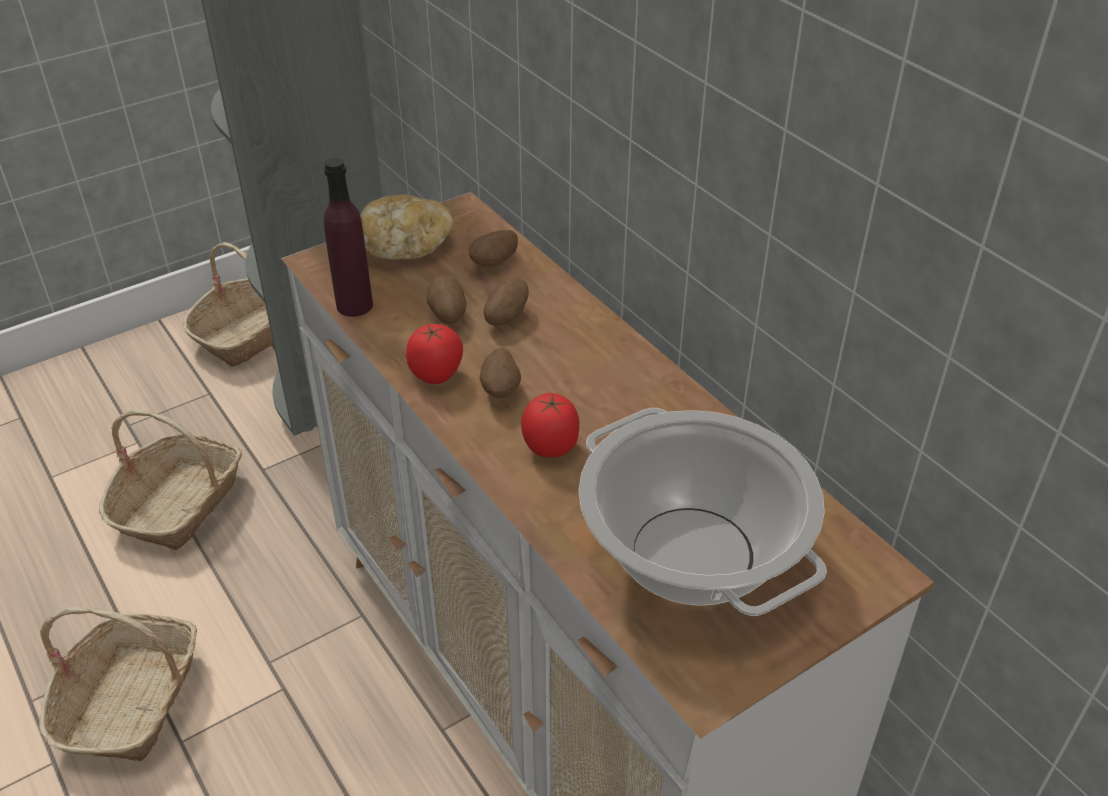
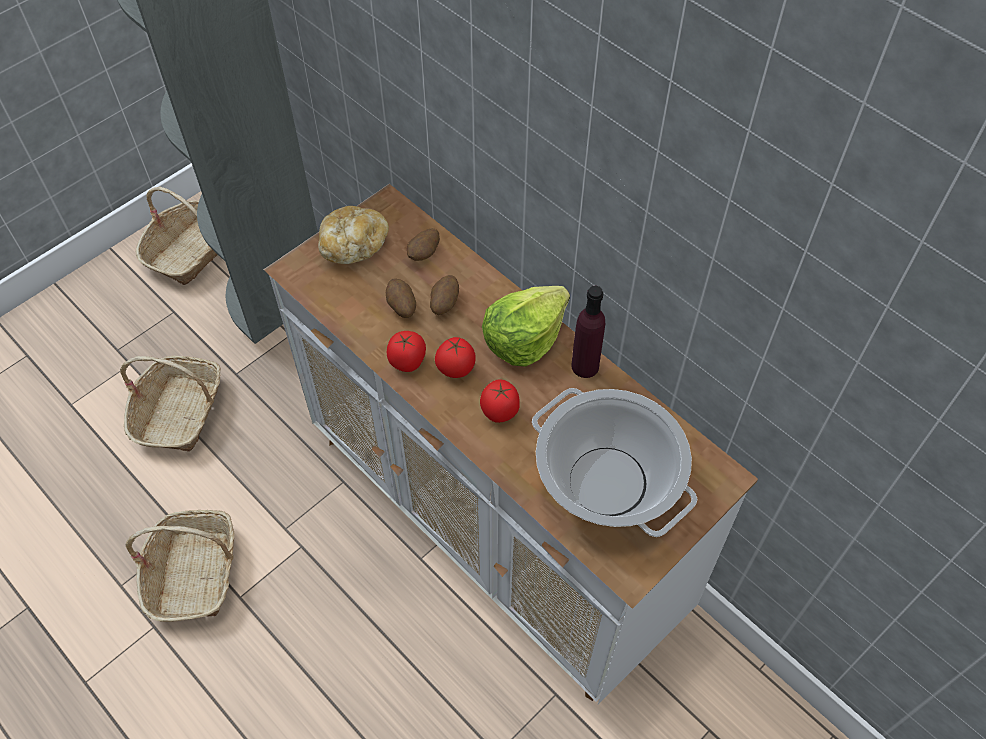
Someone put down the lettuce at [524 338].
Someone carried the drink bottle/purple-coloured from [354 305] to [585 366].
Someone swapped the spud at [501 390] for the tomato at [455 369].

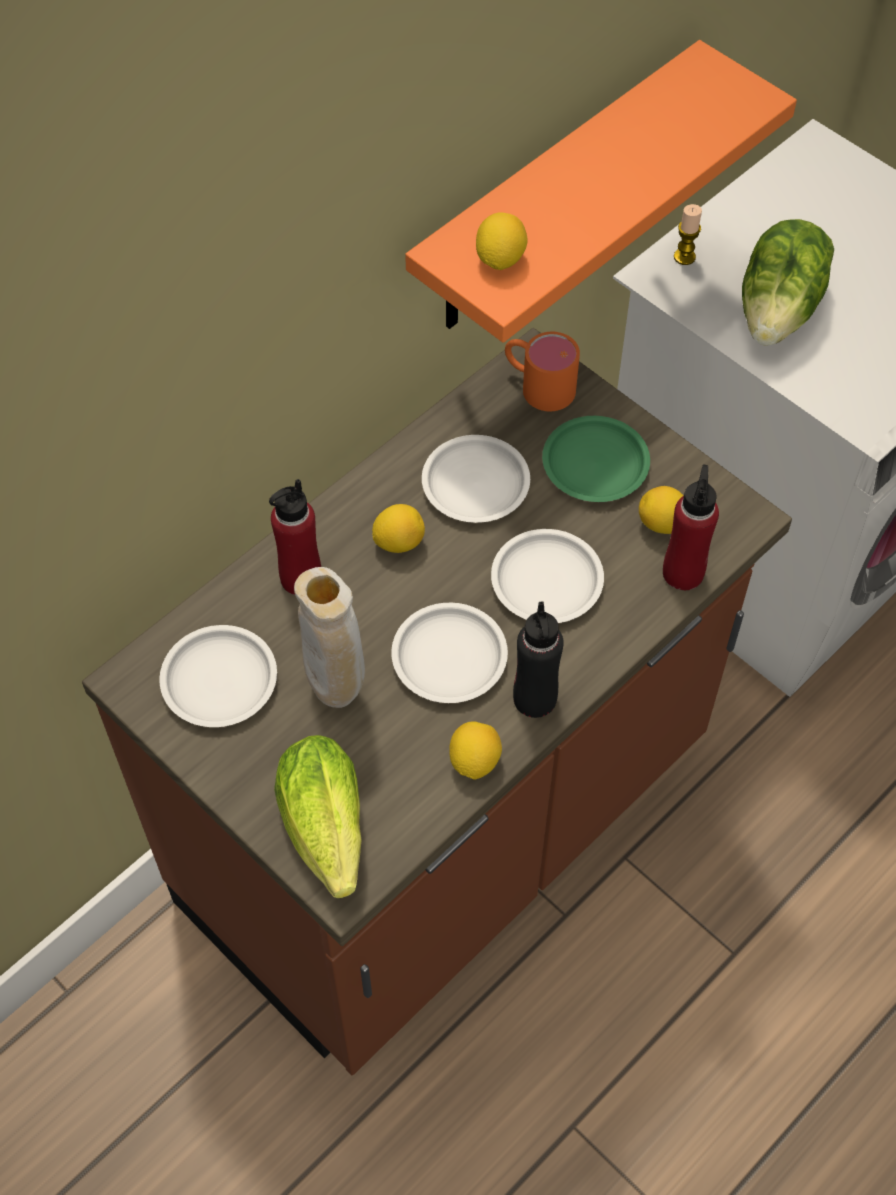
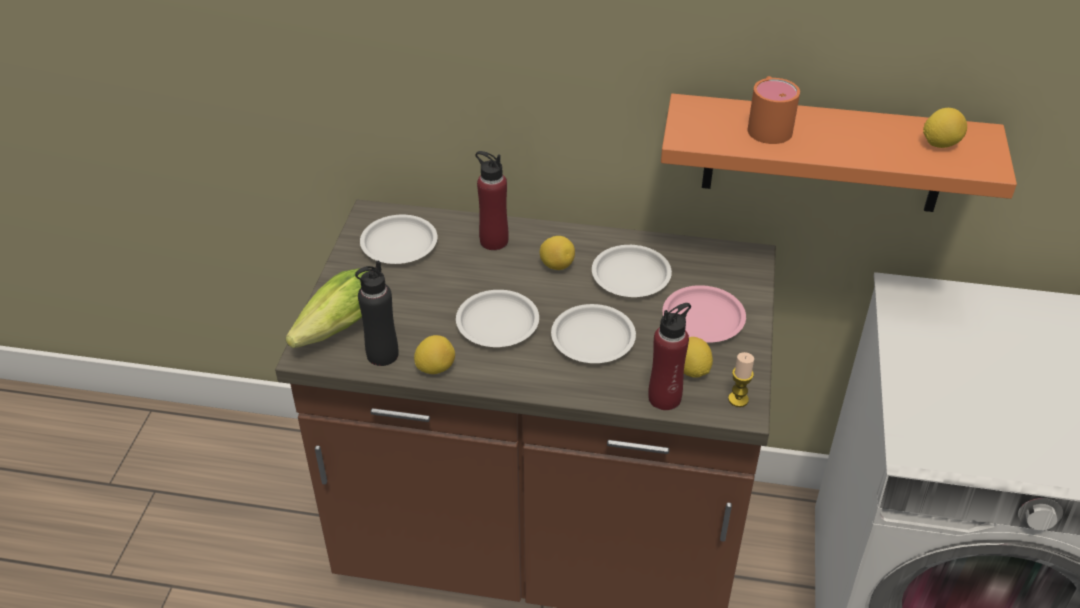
Someone took away the decorative vase/beige at [337 690].
Someone took away the lettuce at [780 309].
Someone carried the lemon from [500 259] to [940 144].
Someone carried the coffee mug/orange from [538 384] to [767 125].
Someone carried the drink bottle/black-coloured from [534 699] to [382 354].
Someone carried the wax candle from [684 257] to [738 399].
Someone repainted the dinner plate/green at [595 463], which became the dinner plate/pinkish at [704 318].

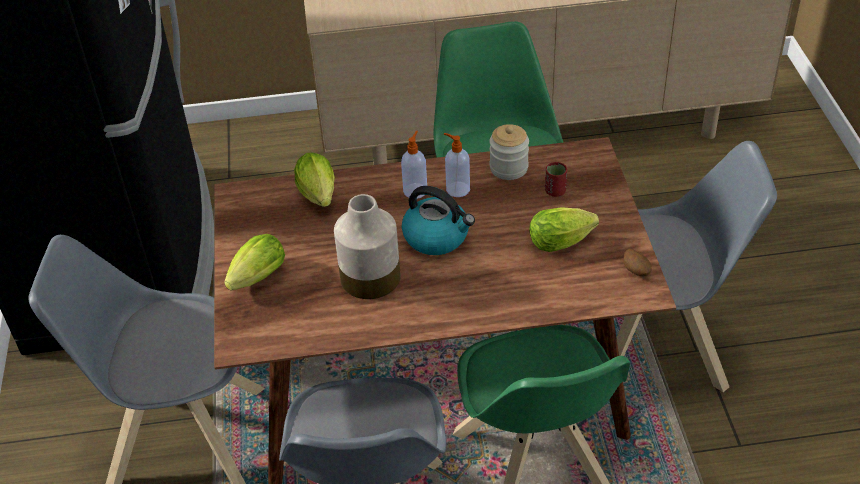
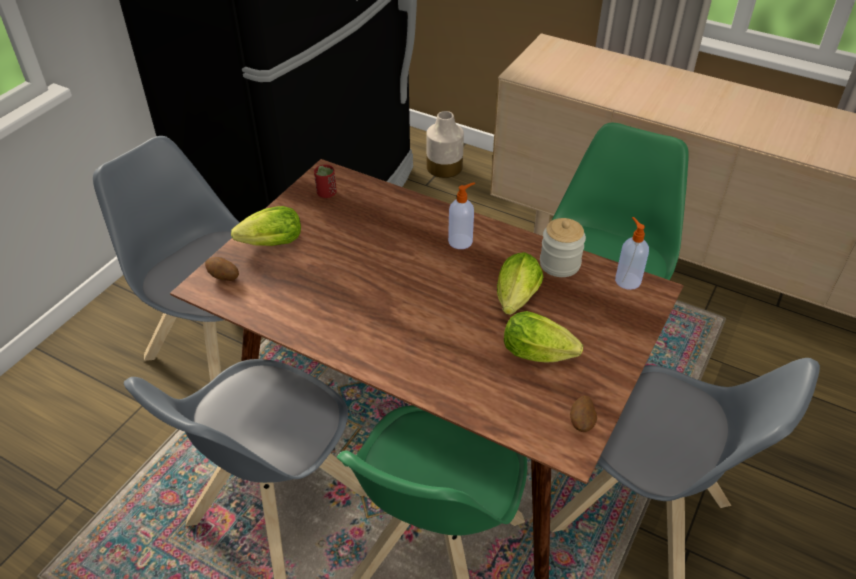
Someone took away the water kettle at [437 237].
Someone put down the spud at [223 277].
Someone carried the lettuce from [319 197] to [515 302].
Someone carried the decorative vase/beige from [370 277] to [444 167].
Someone carried the soap dispenser from [457 189] to [627 280].
Someone carried the small cup/reddish from [555 191] to [326 193].

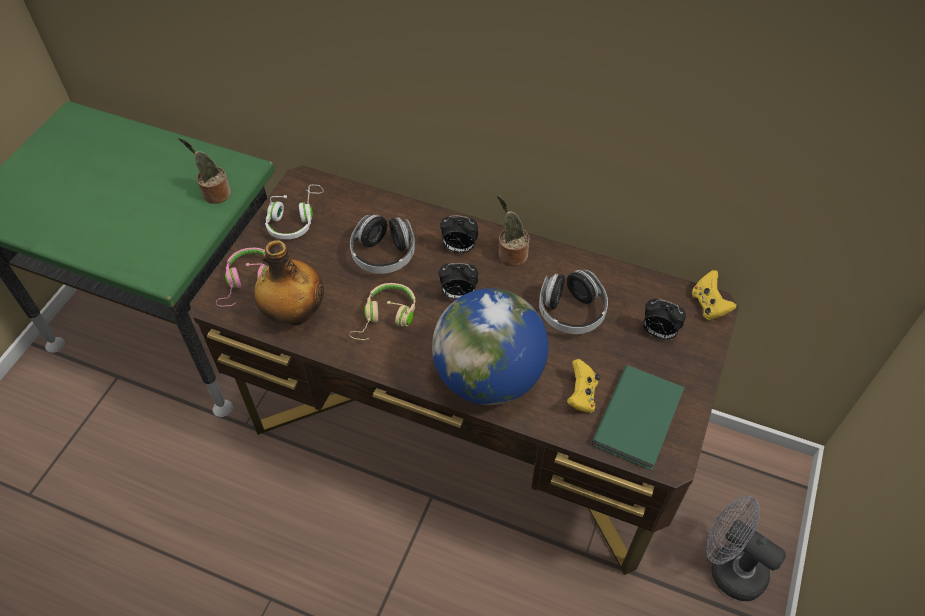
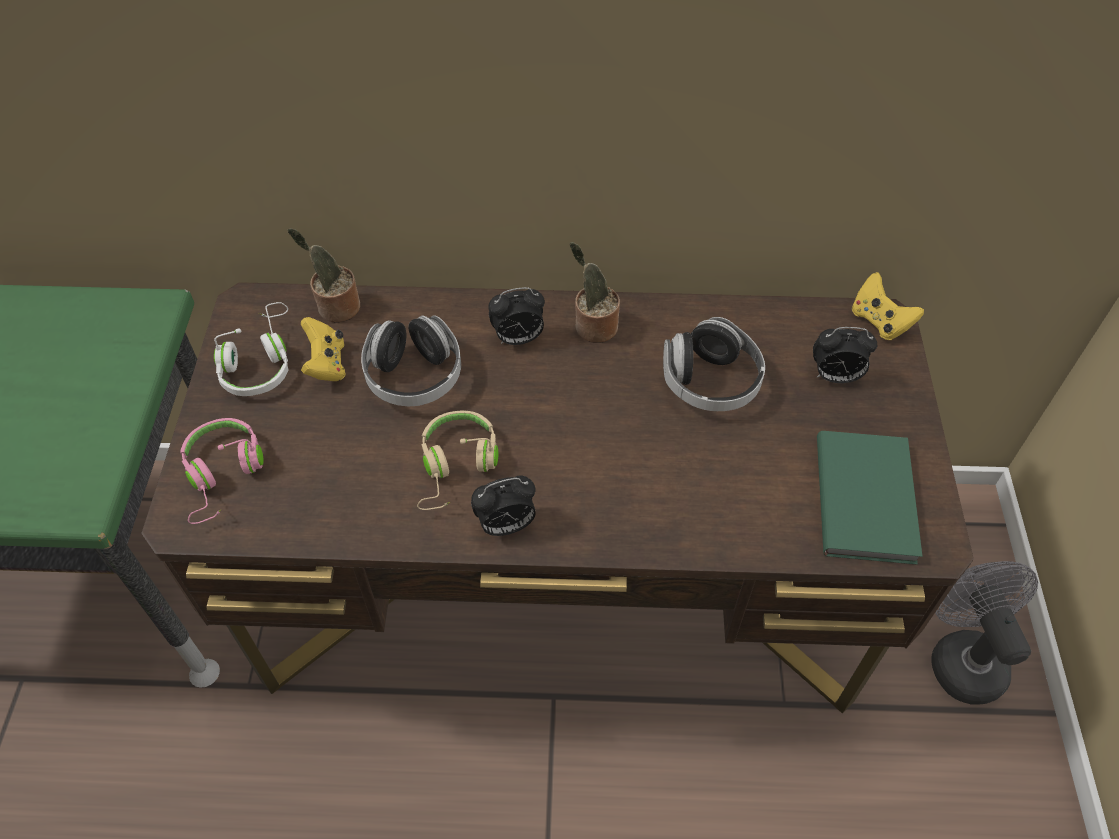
Someone took away the drink bottle at [294 313].
Someone took away the globe at [488 377].
Someone carried the houseplant from [214 193] to [336 308].
Someone carried the alarm clock from [458 295] to [506 525].
Someone carried the game controller/yellow from [581 395] to [327 364].
Someone rotated the fan/gray at [729 567] by 60 degrees clockwise.

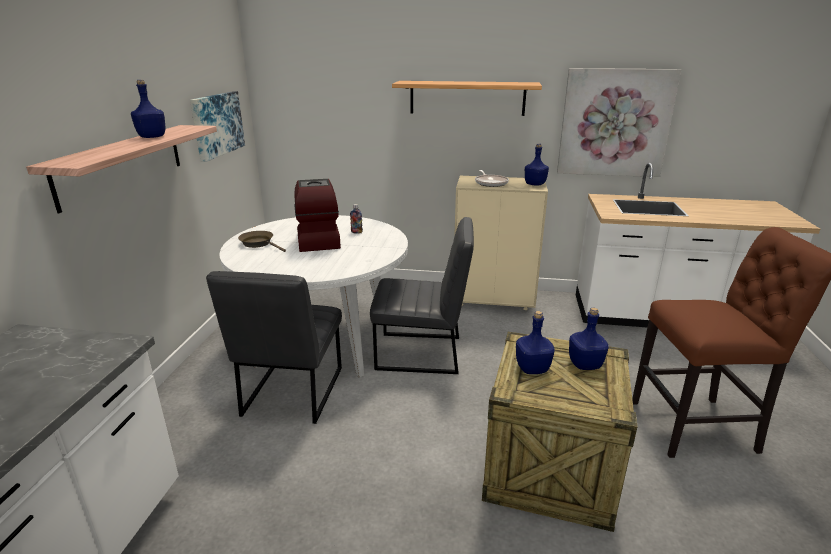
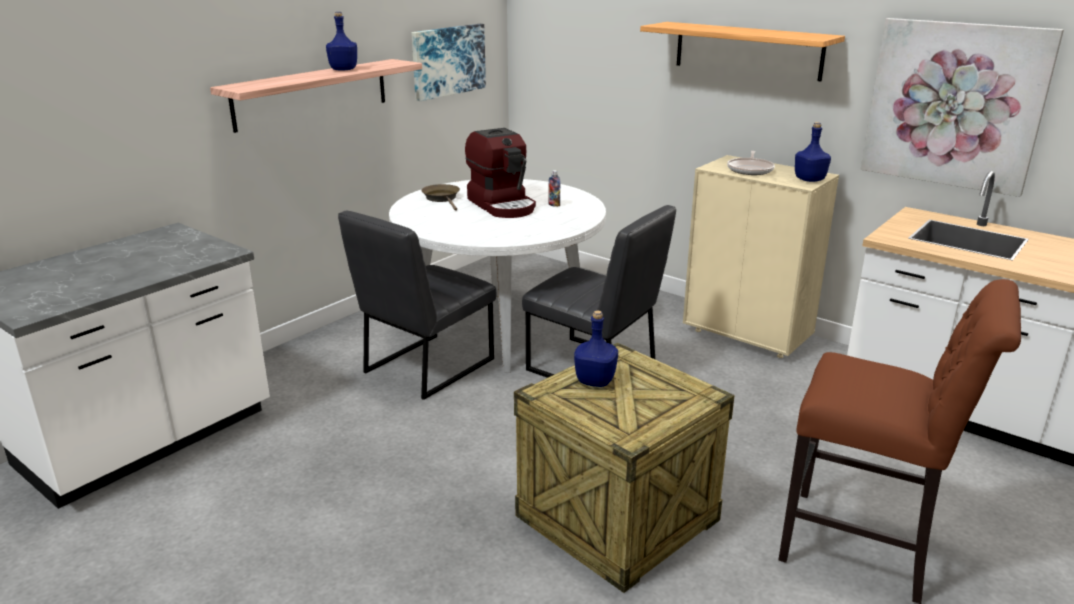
Someone took away the drink bottle/blue-coloured at [585 365].
Someone rotated the coffee maker at [317 240] by 135 degrees clockwise.

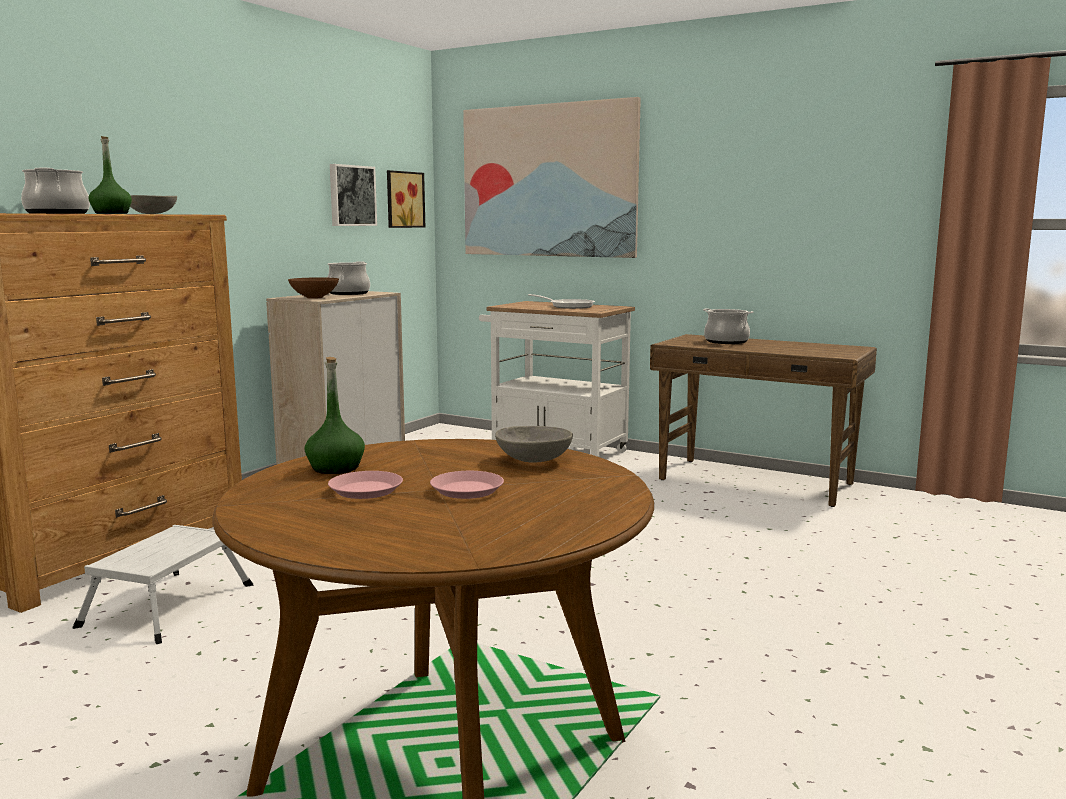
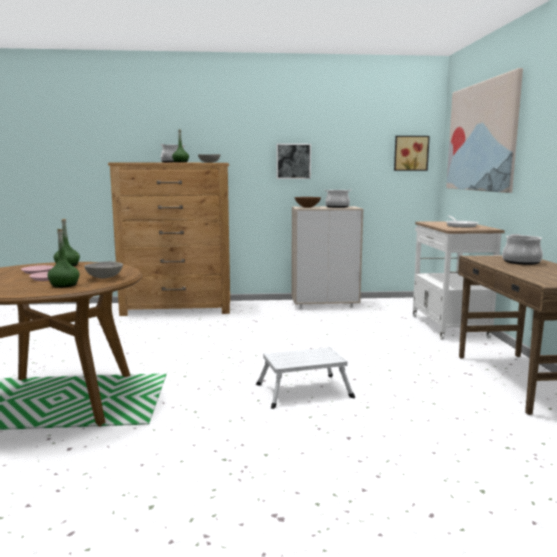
Someone put down the drink bottle/green at [64 285].
Someone carried the step ladder/whitish from [167 605] to [303 391].
Someone carried the wall art from [351 195] to [293 161].

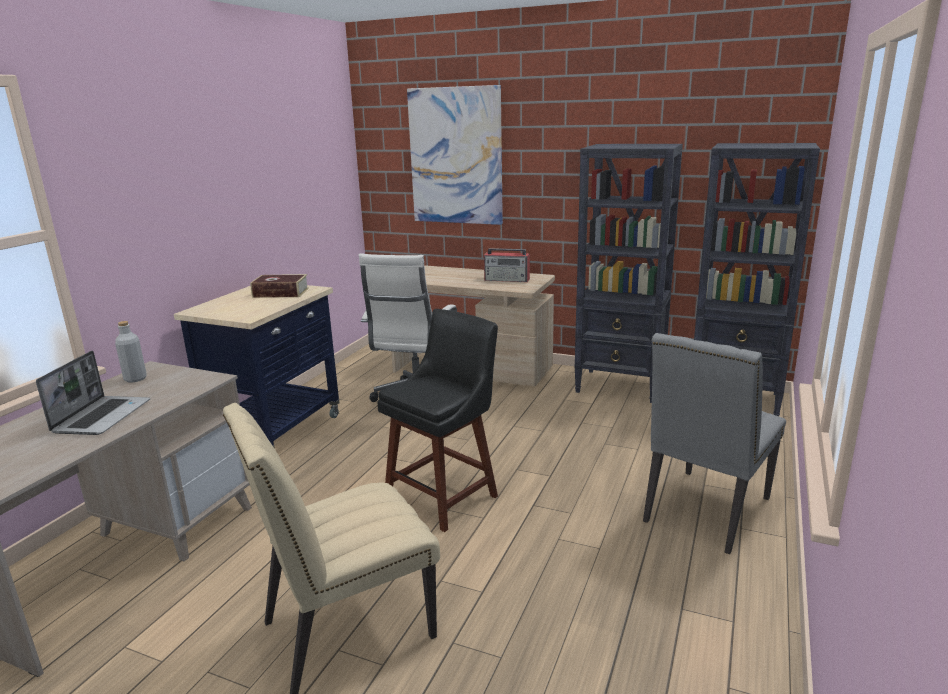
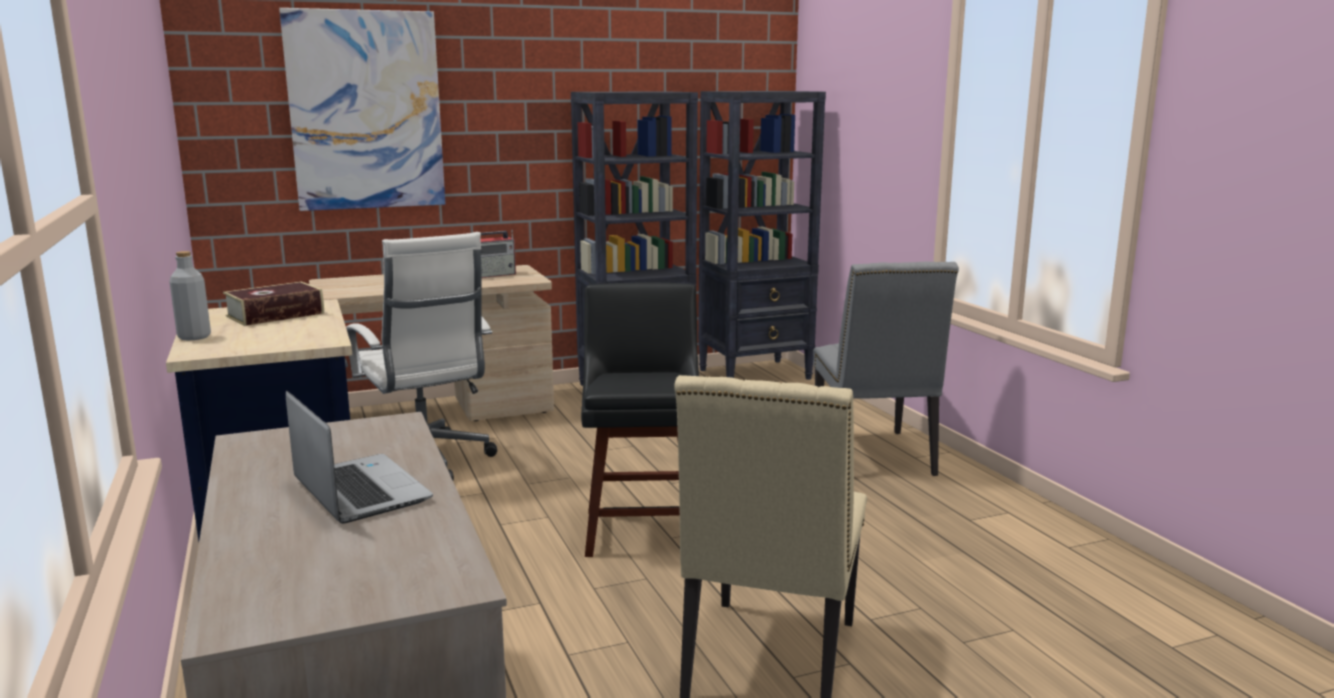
Someone carried the drink bottle/gray from [135 379] to [194 337].

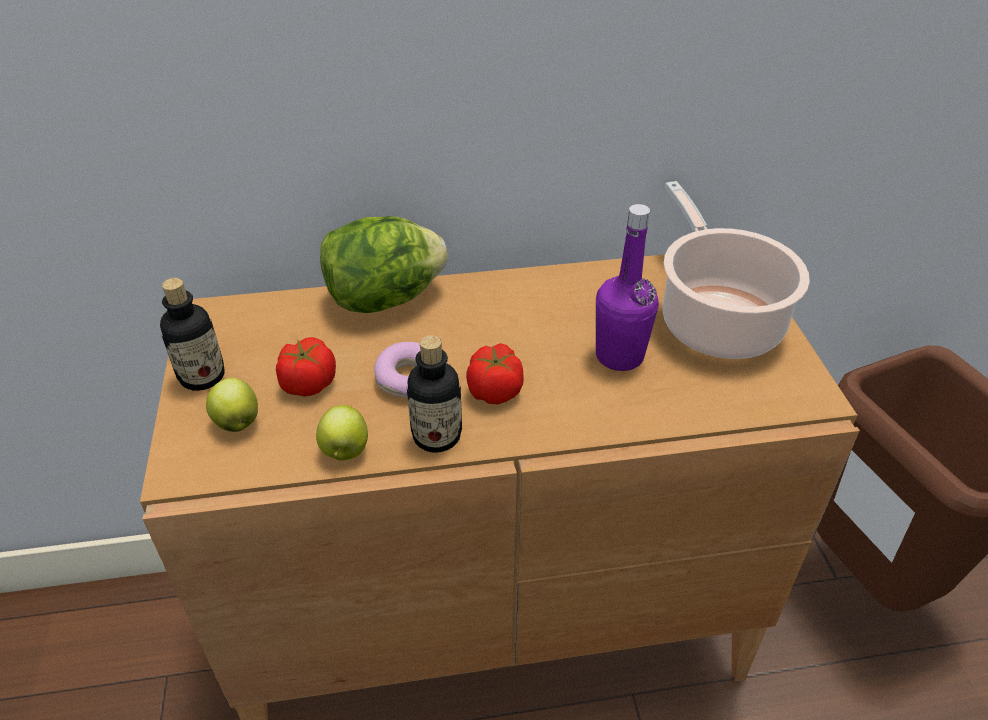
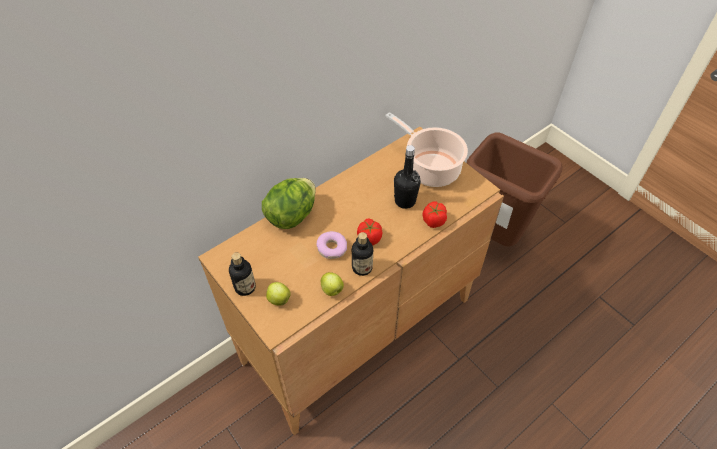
Someone carried the tomato from [308 384] to [433 221].
Someone repainted the drink bottle/purple-coloured at [619 356], which became the drink bottle/black-coloured at [405 201].

